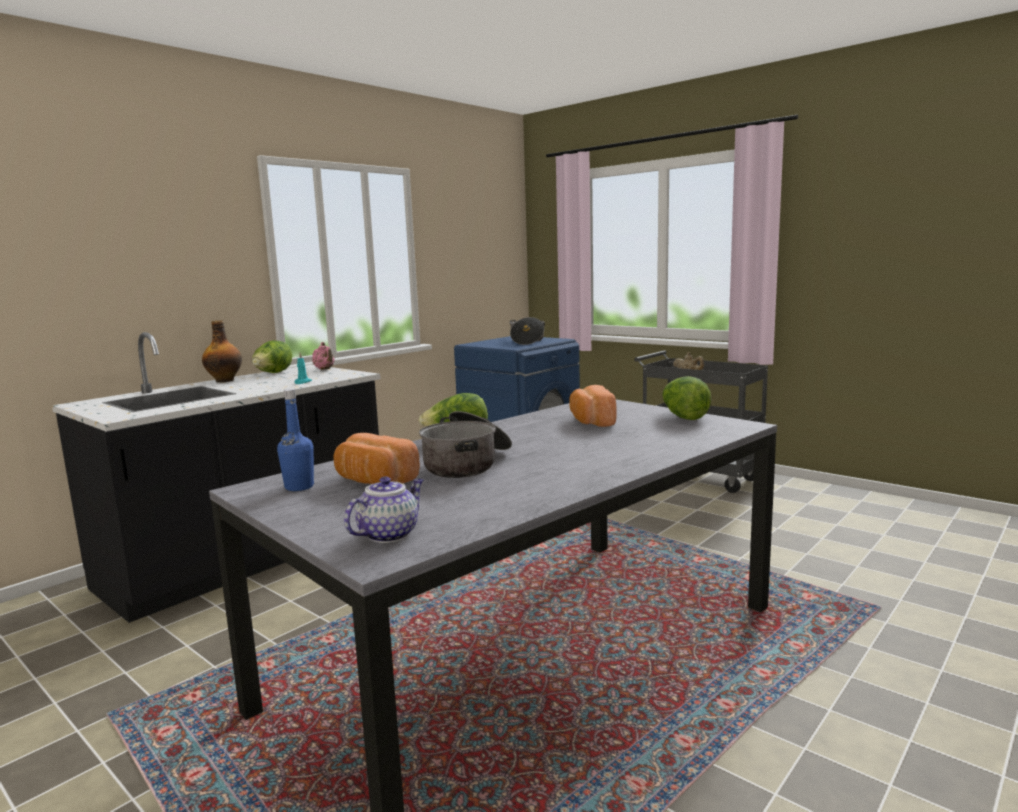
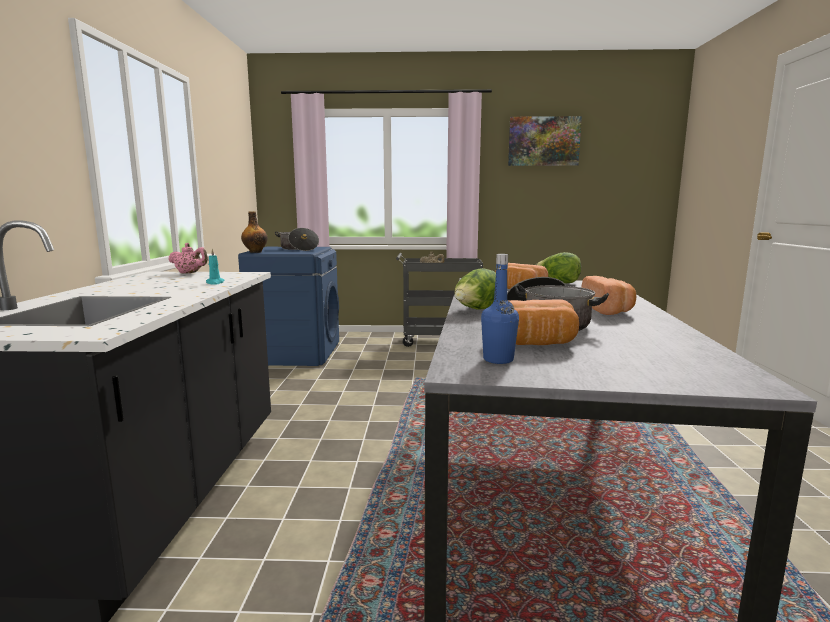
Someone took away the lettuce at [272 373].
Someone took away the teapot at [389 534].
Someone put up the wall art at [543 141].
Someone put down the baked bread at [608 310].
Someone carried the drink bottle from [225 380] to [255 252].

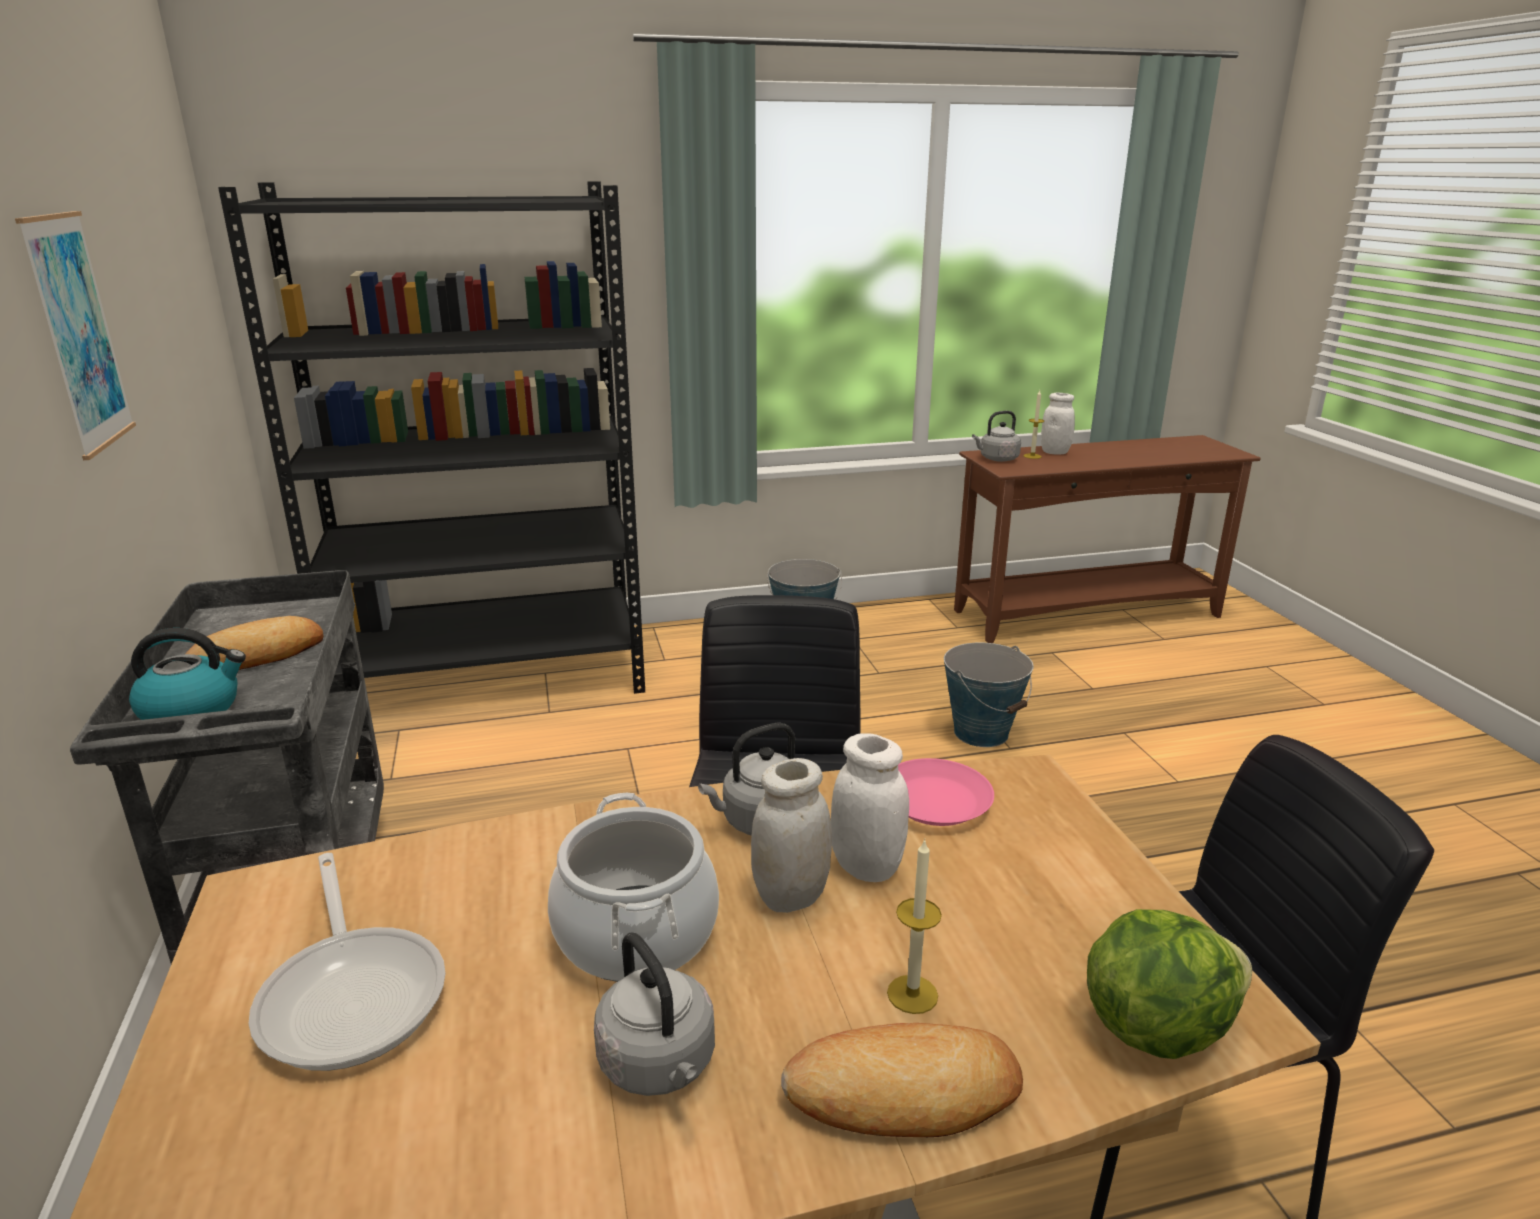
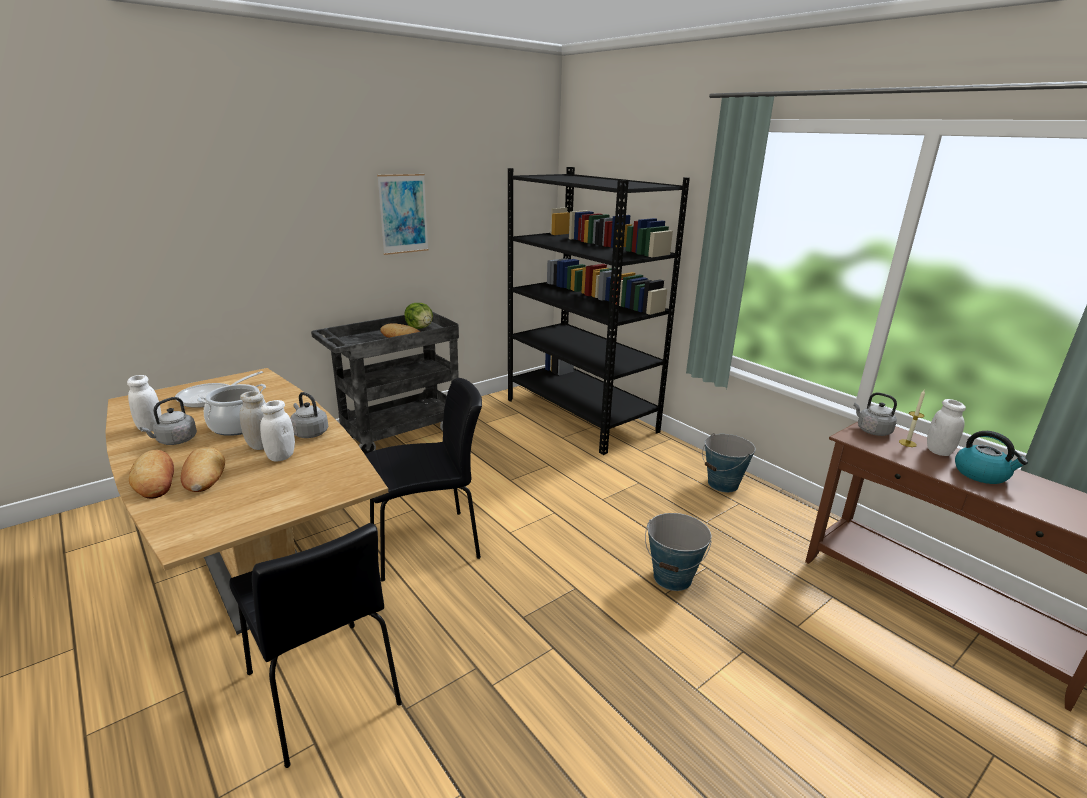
Someone took away the dinner plate/pinkish at [934 802].
Someone put down the jar/whitish at [150 427].
Someone carried the water kettle from [192 710] to [981 474].
Someone carried the lettuce from [1155 1025] to [420 328].
Someone swapped the wax candle at [912 994] for the baked bread at [203 474].

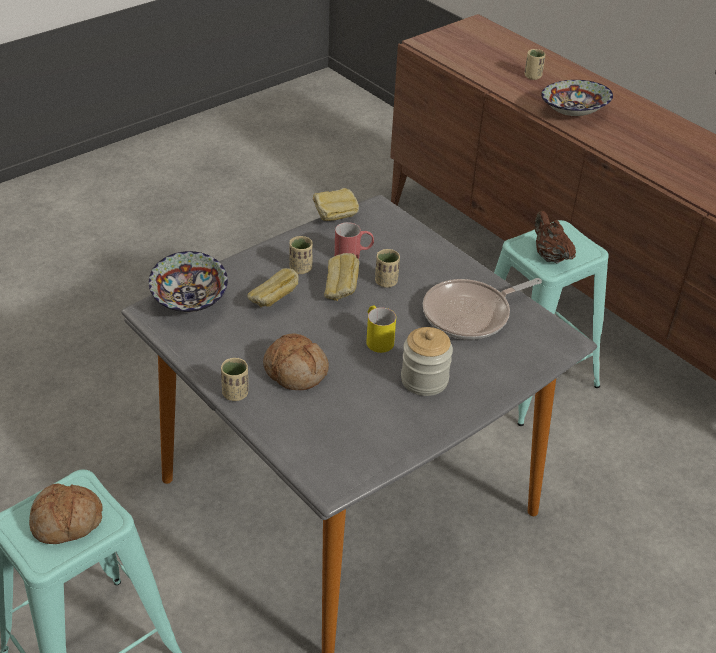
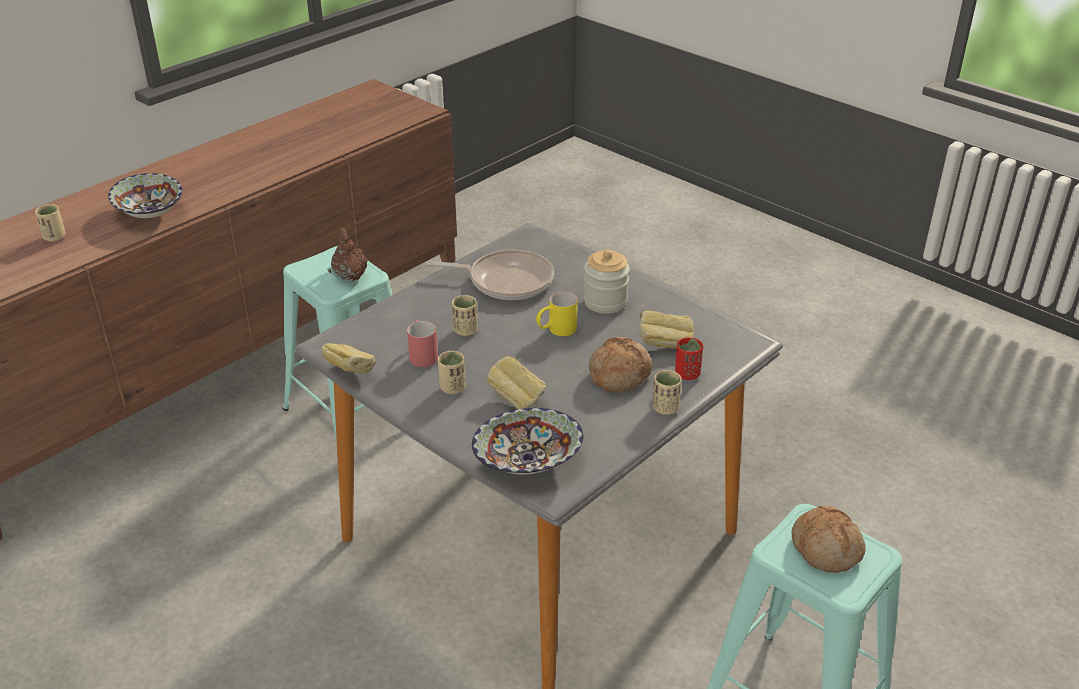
Someone put down the small cup/reddish at [687 374].
Someone carried the baked bread from [341 292] to [664 345].
Someone rotated the frying pan at [470 314] by 45 degrees counterclockwise.
Someone rotated the teapot/brown at [549 256] by 105 degrees clockwise.

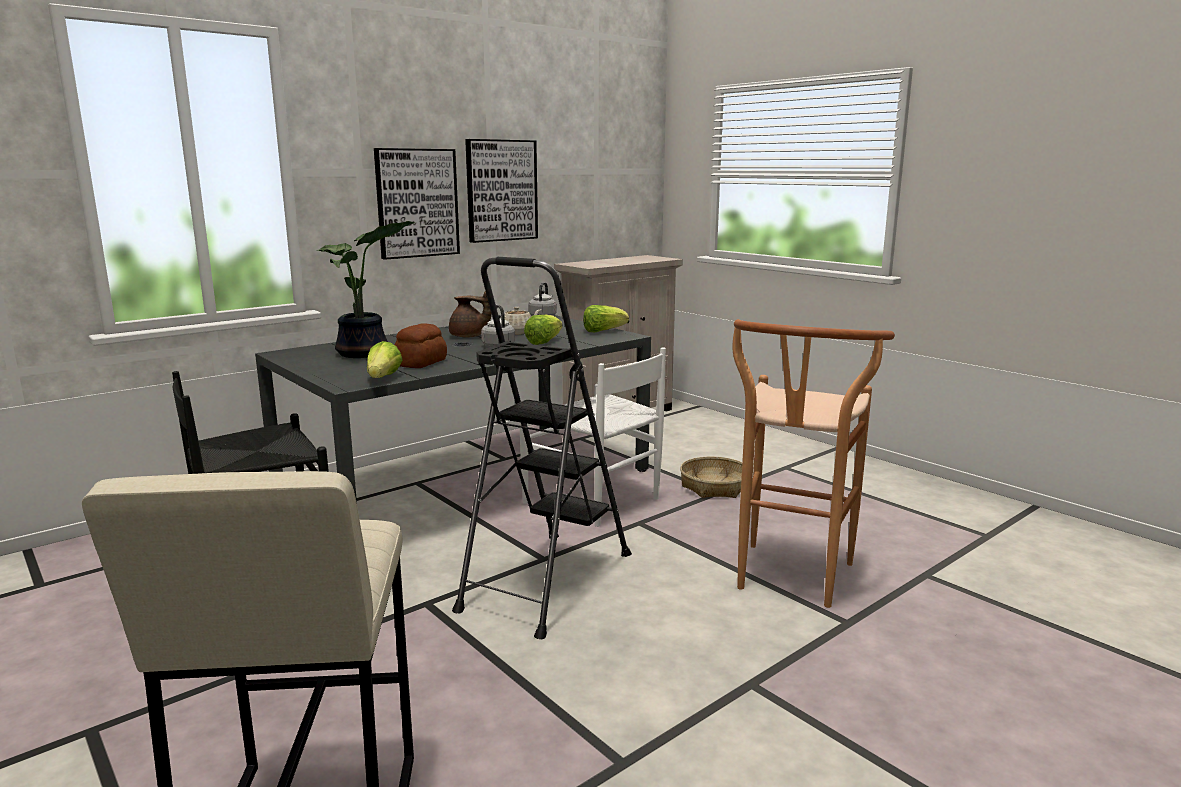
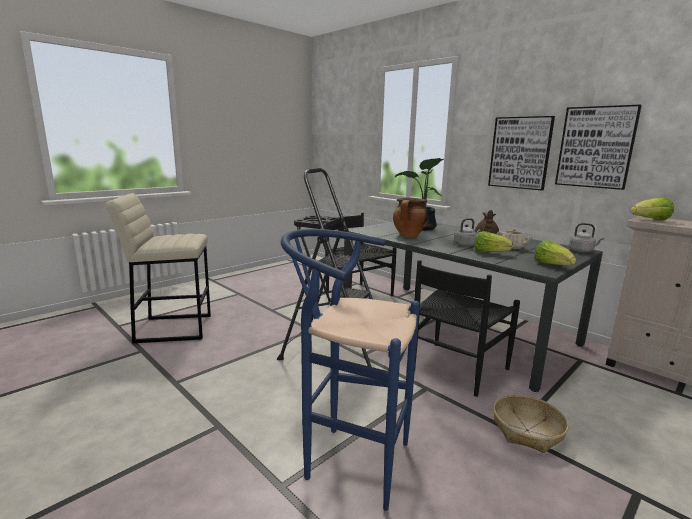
Someone carried the lettuce from [383 378] to [651 220].
Someone swapped the baked bread at [421 363] for the stockpot at [409 236].
Someone repainted the plain chair/whitish at [595 500], which became the plain chair/black-coloured at [456 369].
Someone repainted the stool/brown at [789 581], which became the stool/blue-coloured at [347 459].

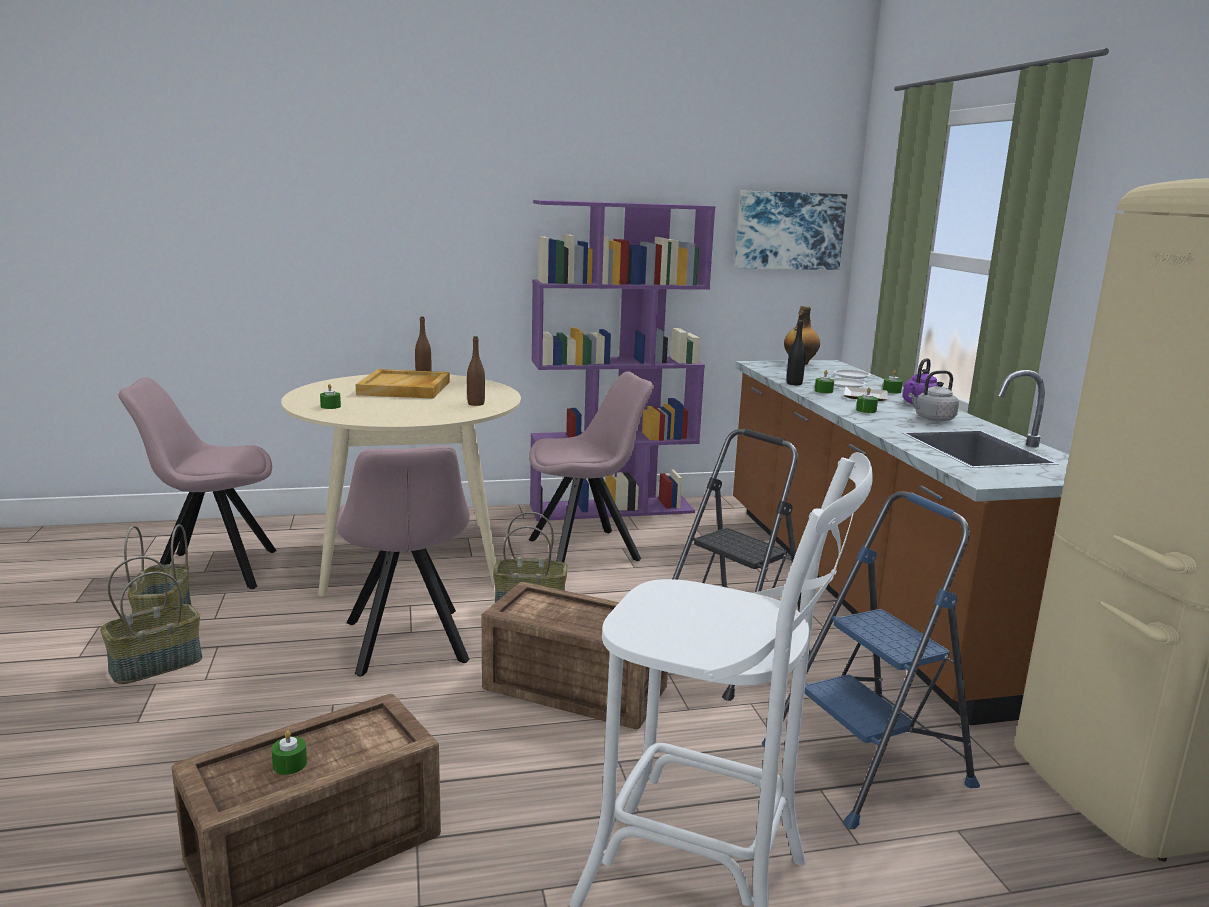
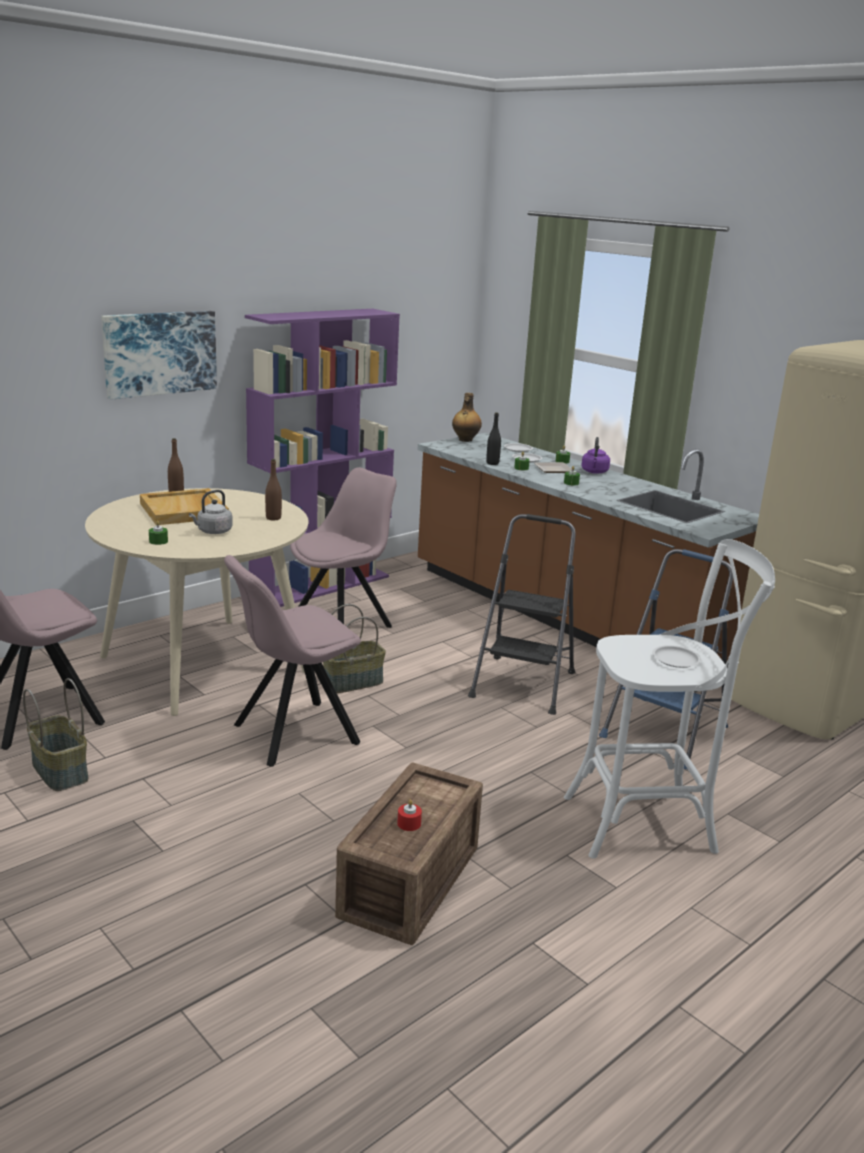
Someone took away the basket at [156 664].
Someone took away the crate at [576 690].
Someone put down the dinner plate/whitish at [676 660].
Someone carried the wall art from [789 230] to [159 353].
Someone carried the water kettle/gray from [932 419] to [213 531].
Someone repainted the wax candle/green at [290 764], which became the wax candle/reddish at [409 823].
Someone rotated the plain chair/pinkish at [407 642] by 105 degrees clockwise.

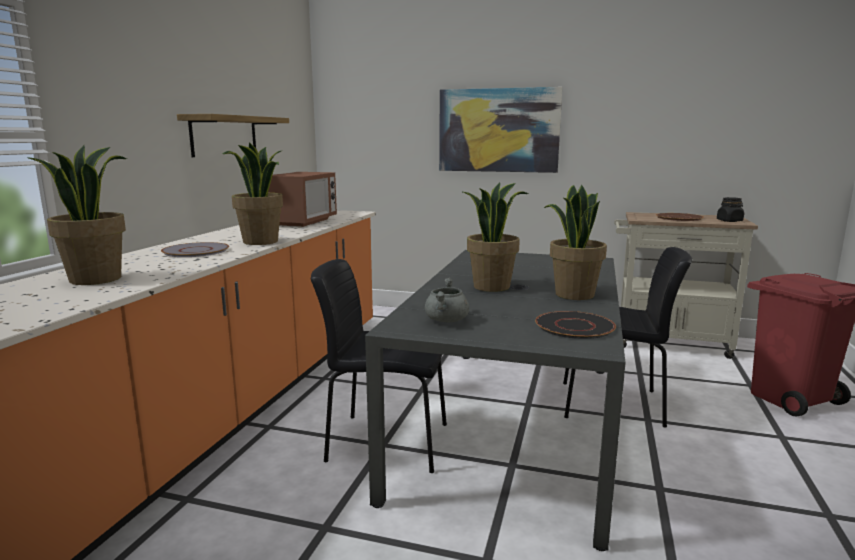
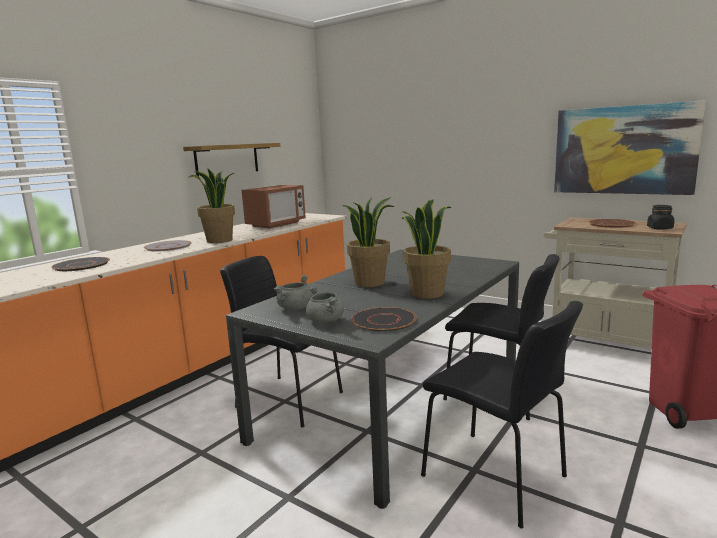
Someone put down the stockpot/gray at [326 321].
Someone put down the plain chair/black-coloured at [498 478].
Someone carried the wall art from [498 130] to [623 150].
Someone swapped the houseplant at [95 279] for the dinner plate/black-coloured at [81 265].

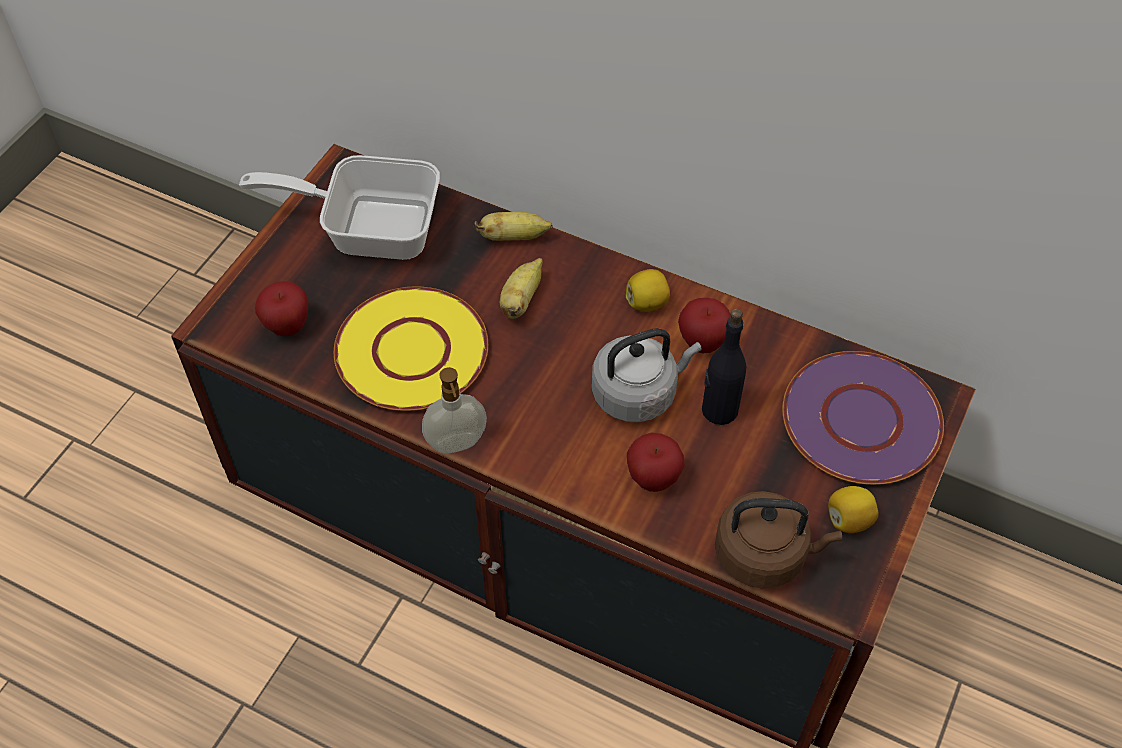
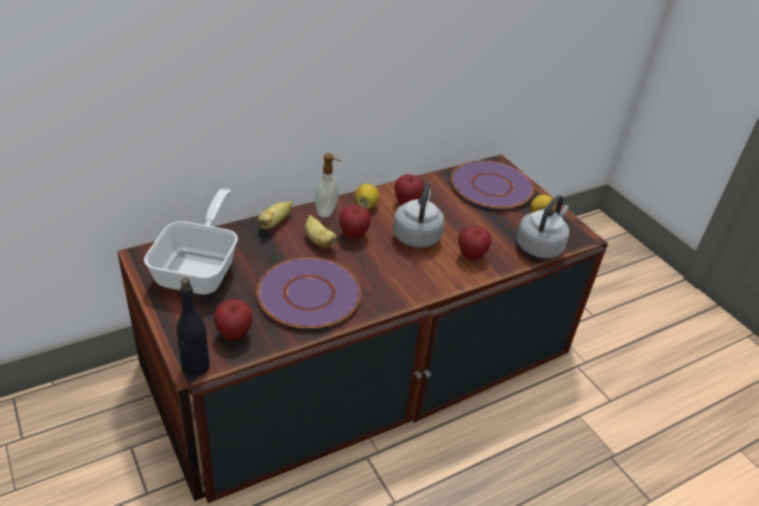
Someone put down the apple at [353 235].
Someone carried the soap dispenser from [457 444] to [327 211].
Someone carried the drink bottle/black-coloured from [719 410] to [195 366].
Someone repainted the dinner plate/yellow at [412 352], which became the dinner plate/purple-coloured at [309 294].
Someone repainted the water kettle/brown at [765 555], which became the water kettle/gray at [540 246].
Someone rotated the frying pan at [369 228] by 150 degrees clockwise.

